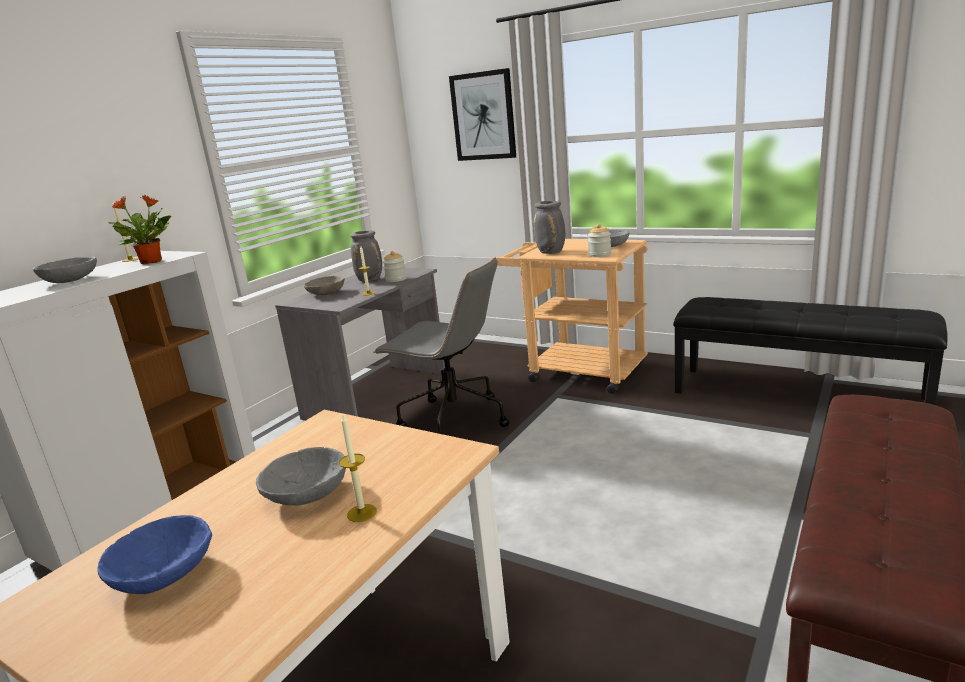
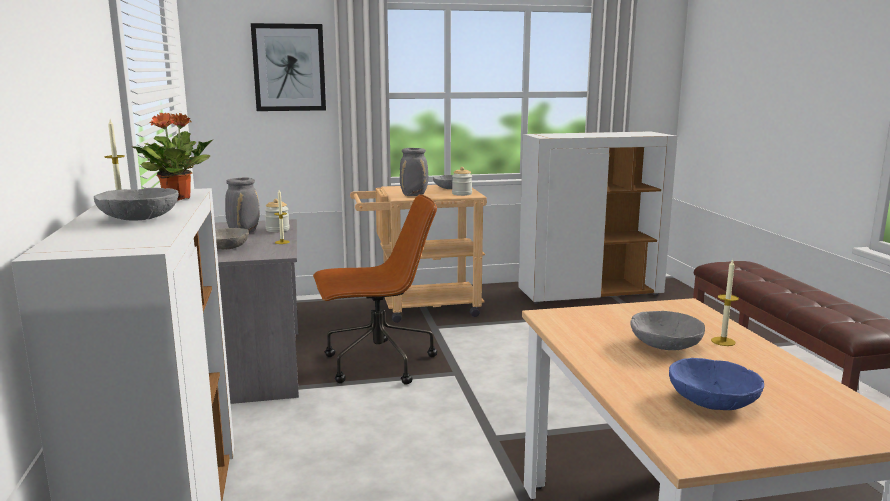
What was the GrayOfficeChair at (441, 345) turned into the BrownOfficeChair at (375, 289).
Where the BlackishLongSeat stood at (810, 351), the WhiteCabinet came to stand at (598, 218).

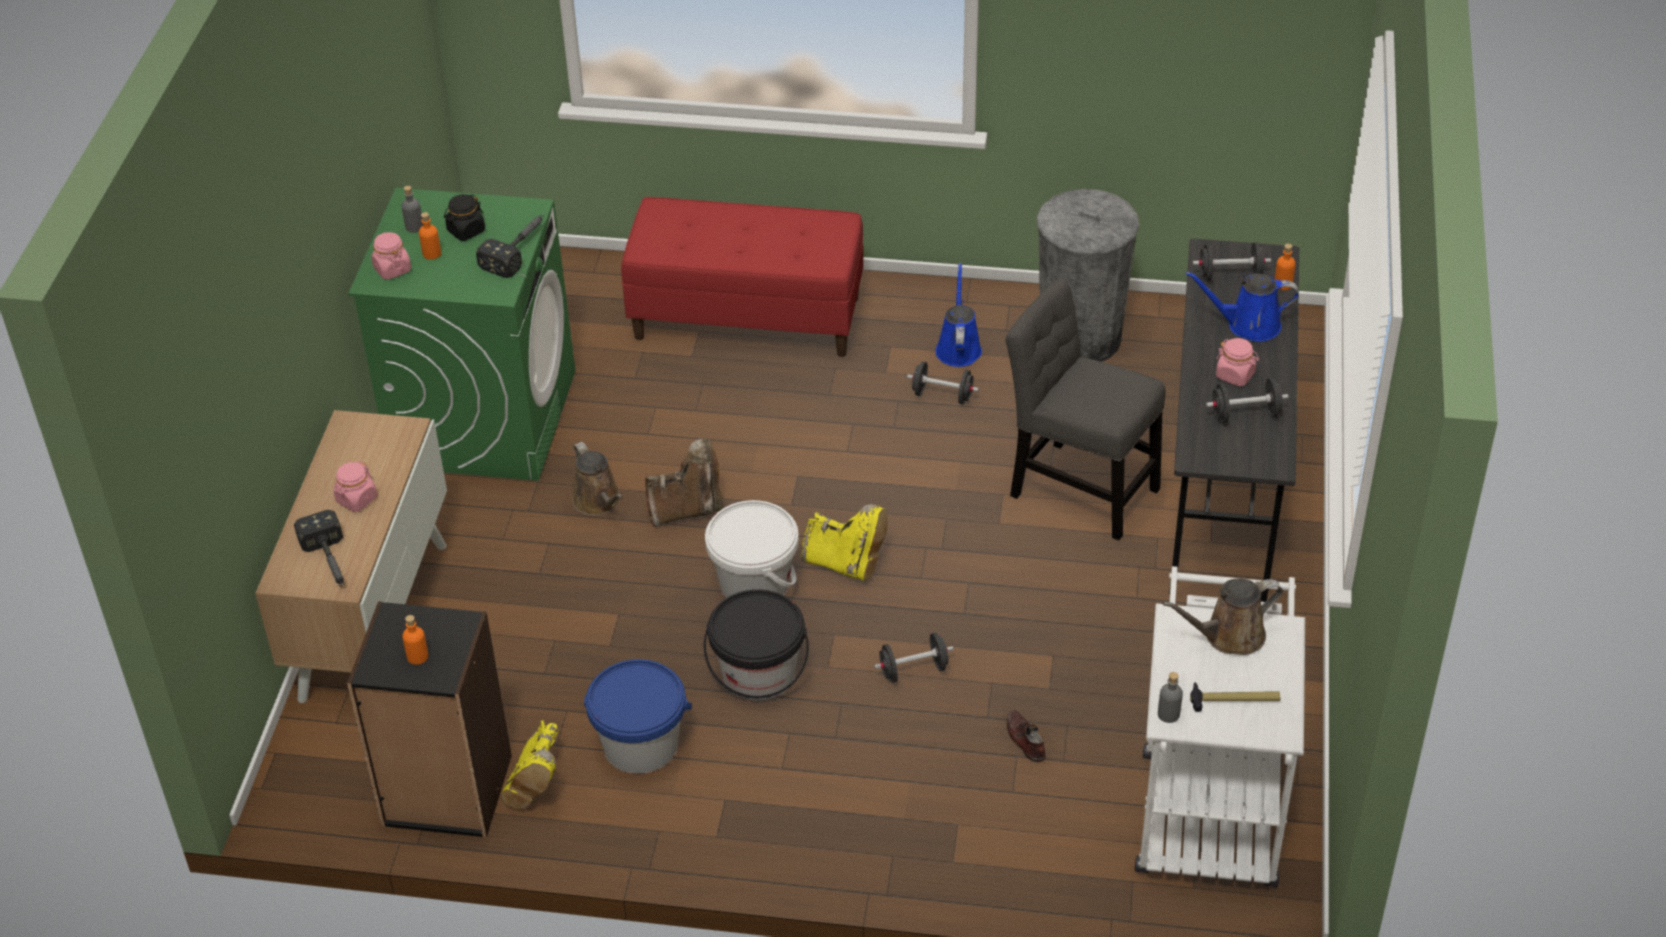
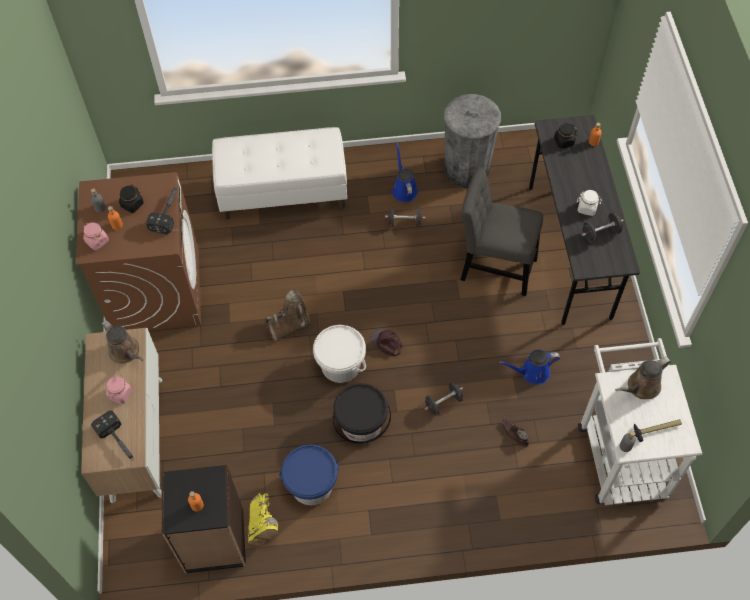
What was the GreenishWashingMachine at (461, 334) turned into the BrownWashingMachine at (138, 251).
The BrownWateringPot ended up elsewhere, having gone from (597, 479) to (122, 342).
What was the RedLongSeat at (742, 277) turned into the WhiteLongSeat at (279, 173).
Where the YellowBoot stood at (844, 542), the BrownBaseballCap came to stand at (386, 342).
The BlueWateringPot ended up elsewhere, having gone from (1242, 306) to (529, 367).
Where the BlackishDumbbell stood at (1232, 261), the BlackishJar came to stand at (565, 136).
What was the PinkJar at (1237, 362) turned into the WhiteJar at (589, 203).

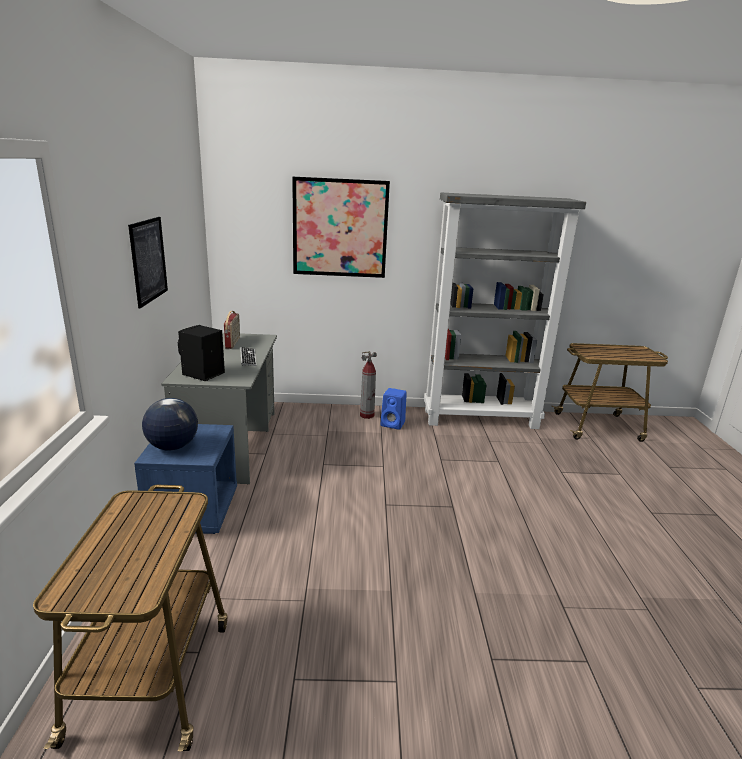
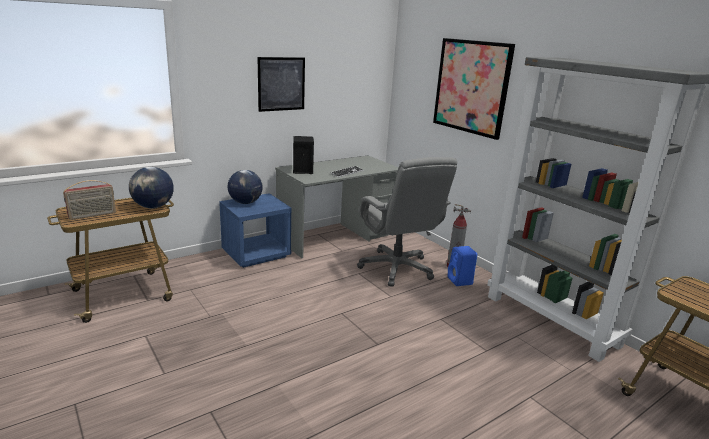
The RadioSet ended up elsewhere, having gone from (232, 330) to (89, 200).
The second view gained the WorldGlobe at (151, 187).
The second view gained the GrayOfficeChair at (407, 222).

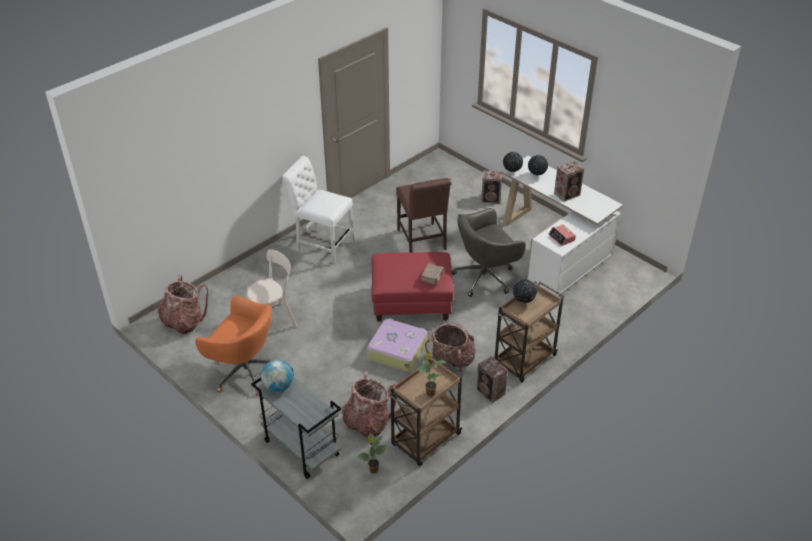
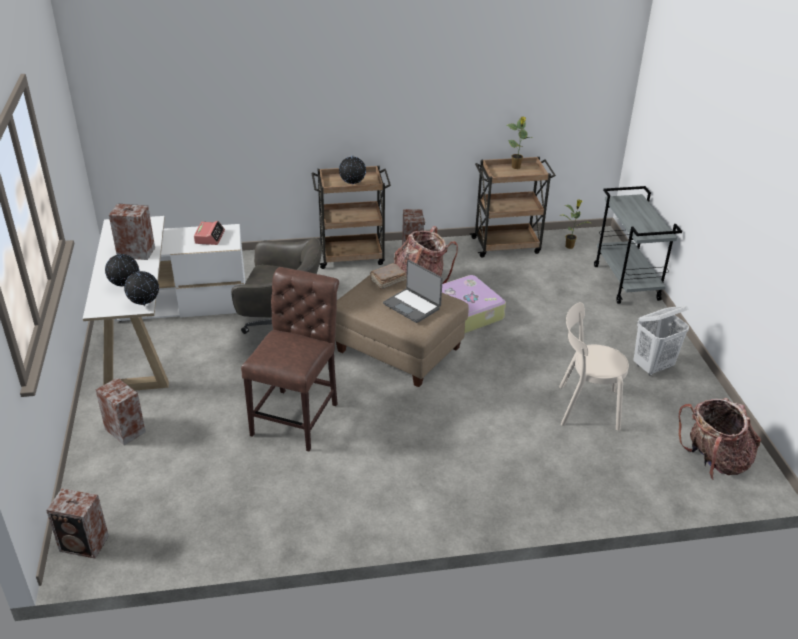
The second view gained the Speaker at (77, 523).
What was the RedOttoman at (412, 287) turned into the BeigeOttoman at (402, 331).
The second view gained the NotebookComputer at (413, 291).
Where the OrangeyOfficeChair stood at (233, 346), the WhiteLaundryBasket came to stand at (661, 341).
The second view lost the WorldGlobe at (277, 376).
The second view lost the WhiteUprightChair at (318, 210).
The second view lost the Backpack at (369, 404).

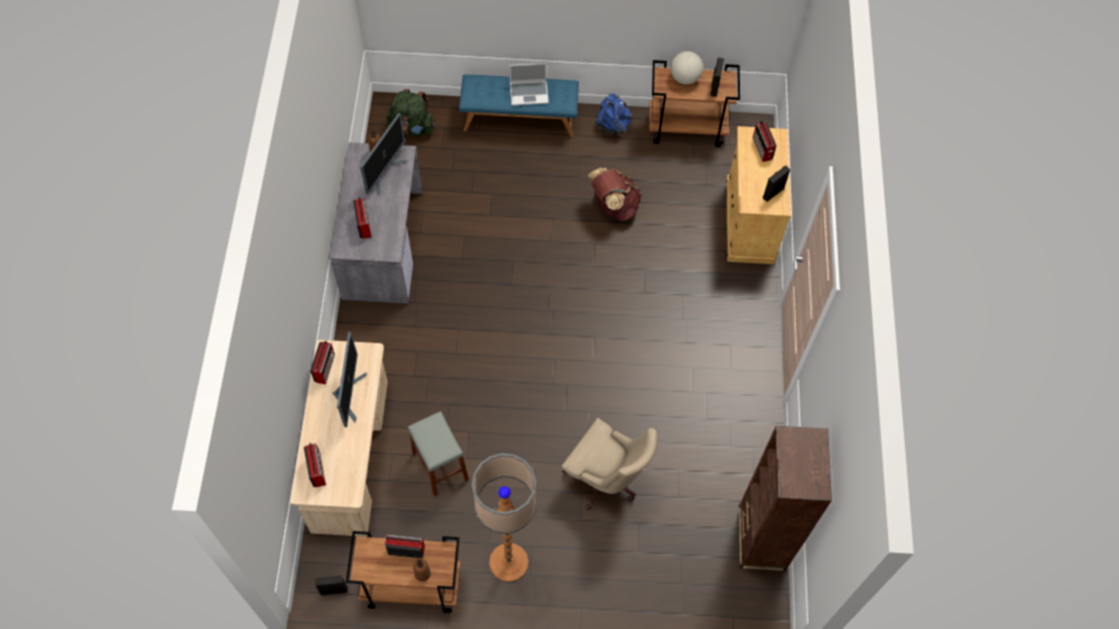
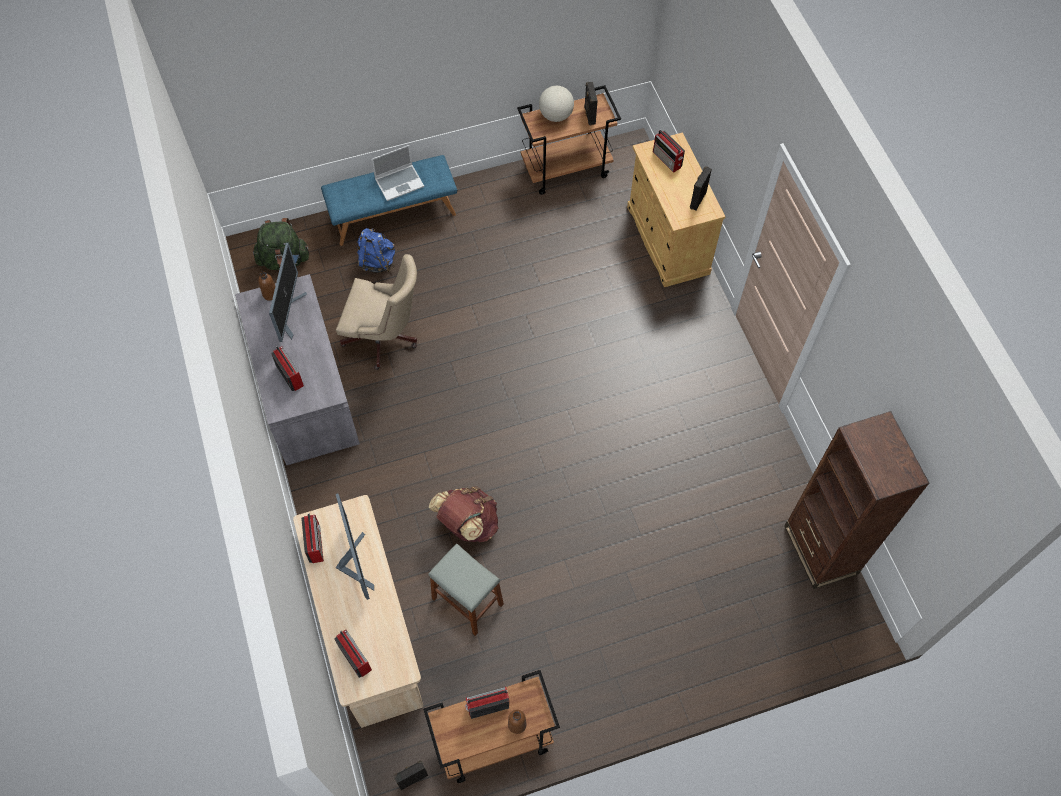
The BeigeOfficeChair ended up elsewhere, having gone from (610, 464) to (376, 312).
The BlueBackpack ended up elsewhere, having gone from (613, 115) to (376, 250).
The BrownBackpack ended up elsewhere, having gone from (615, 194) to (463, 514).
The second view lost the FloorLamp at (504, 517).

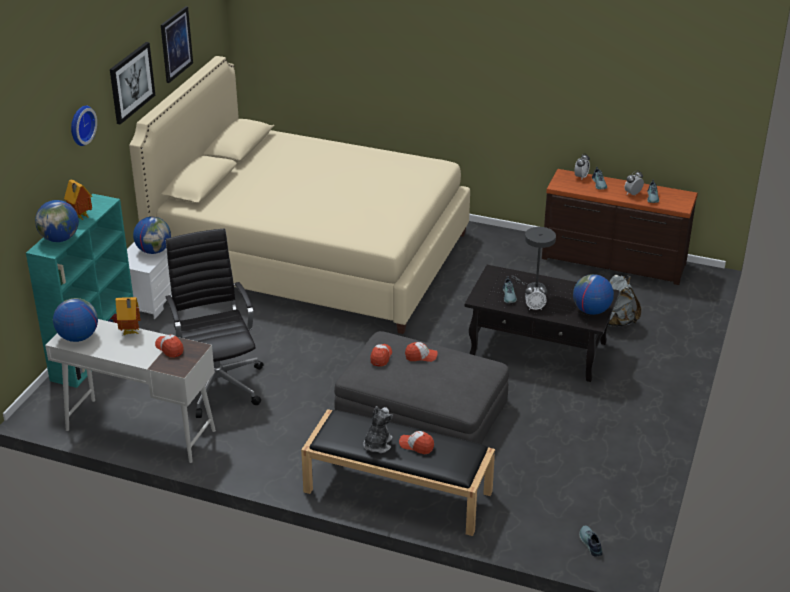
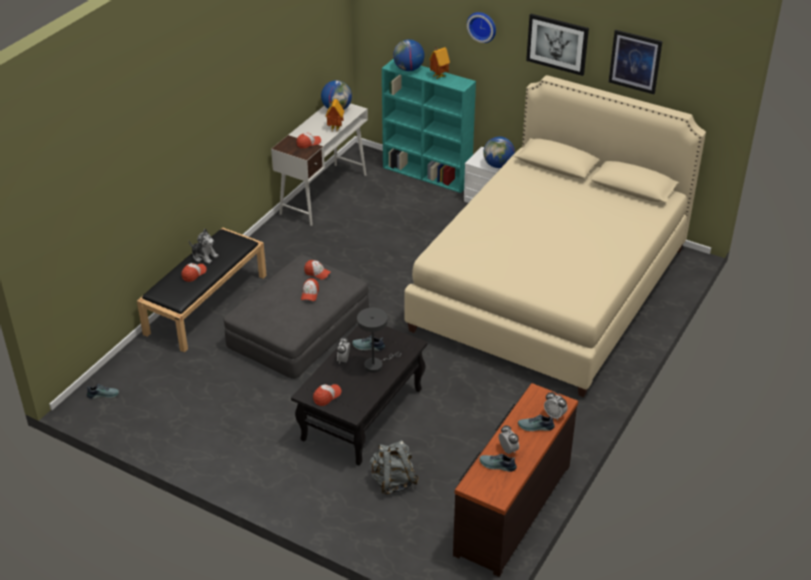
Where the WorldGlobe stood at (593, 294), the BaseballCap came to stand at (327, 395).
The second view lost the BlackishOfficeChair at (214, 323).

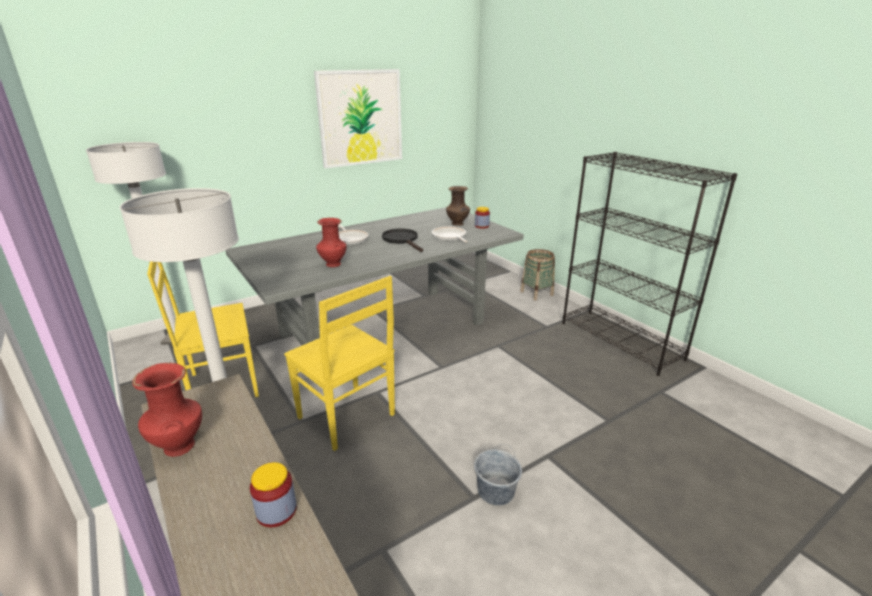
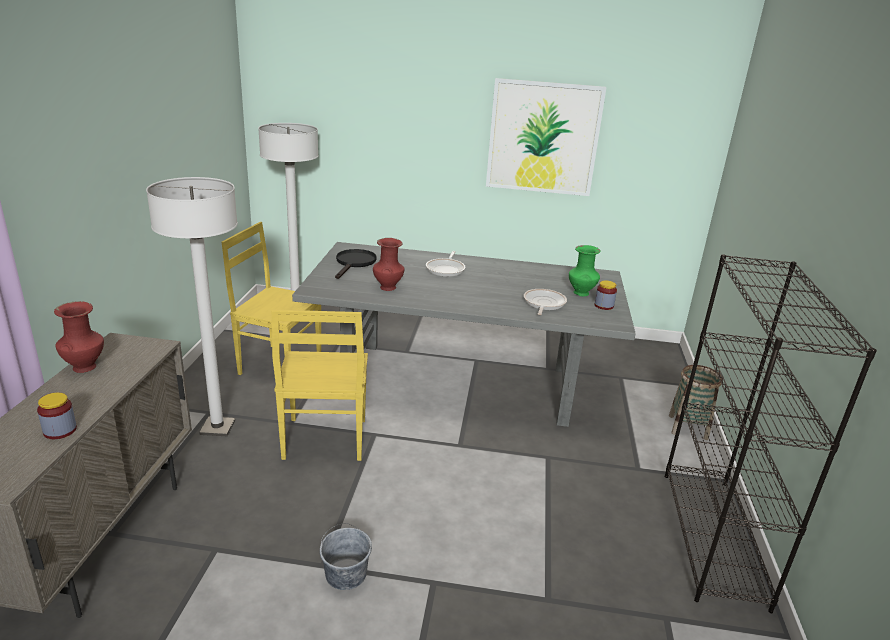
The BlackishPan ended up elsewhere, having gone from (402, 240) to (356, 264).
What was the BrownDecorativeVase at (458, 206) turned into the GreenishDecorativeVase at (585, 270).

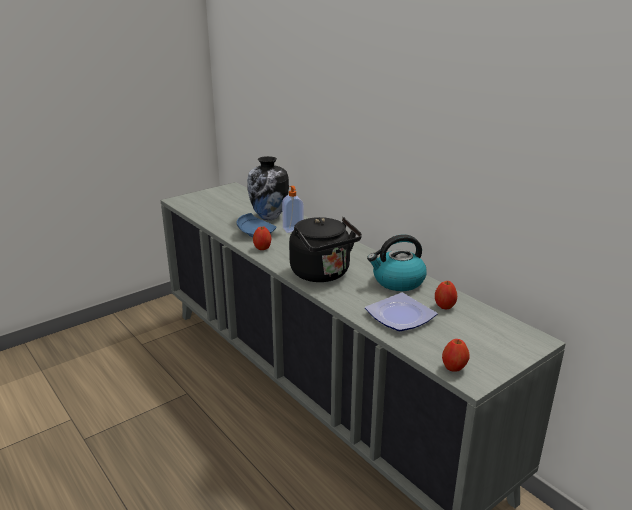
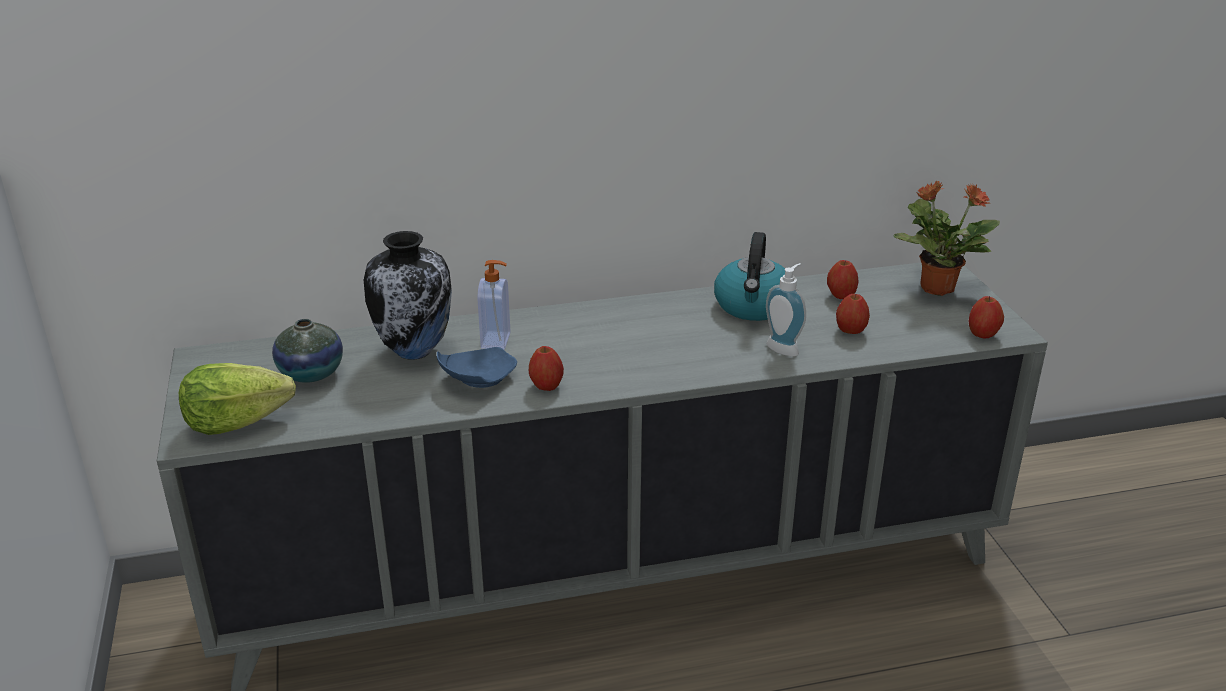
The second view gained the LettuceHead at (237, 399).
The second view gained the DecorativeVase at (307, 351).
The second view gained the SoapDispenser at (786, 310).
Where the Plate stood at (401, 312), the AppleFruit came to stand at (853, 314).
The second view gained the PlantInAPot at (947, 238).
The second view lost the BlackishKettle at (325, 249).

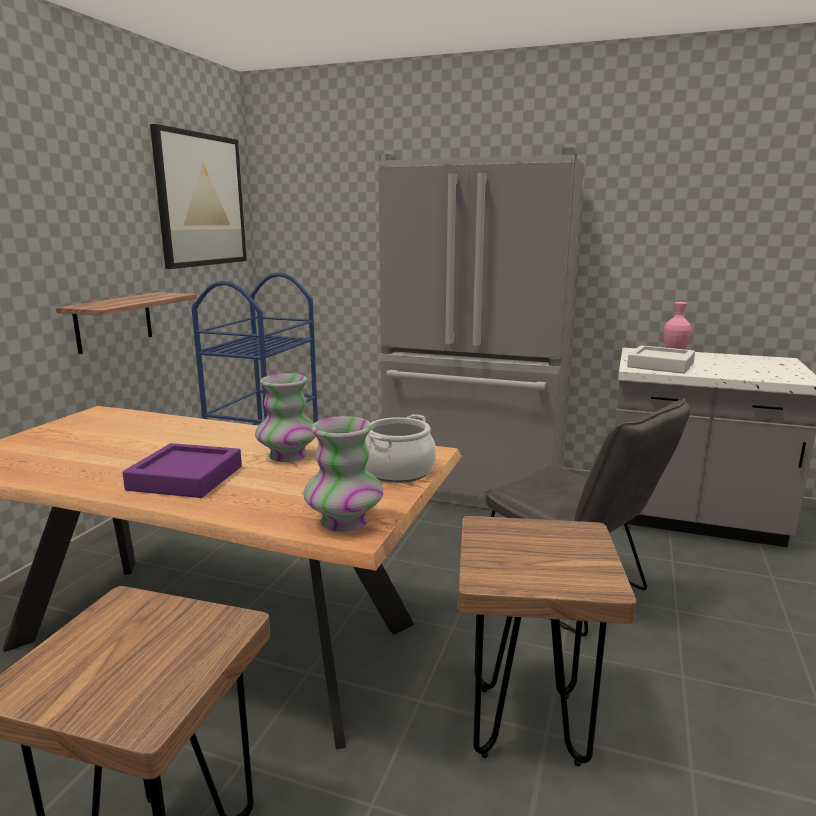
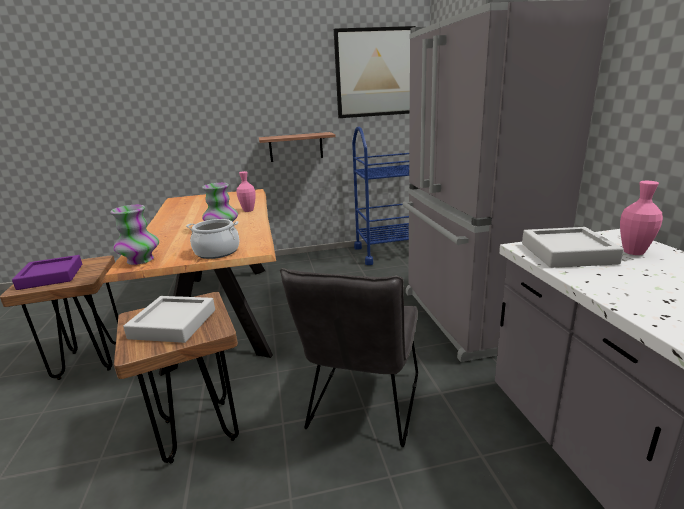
The PurplishTray ended up elsewhere, having gone from (182, 470) to (47, 272).
The second view gained the GrayTray at (169, 319).
The second view gained the PinkDecorativeVase at (246, 191).

